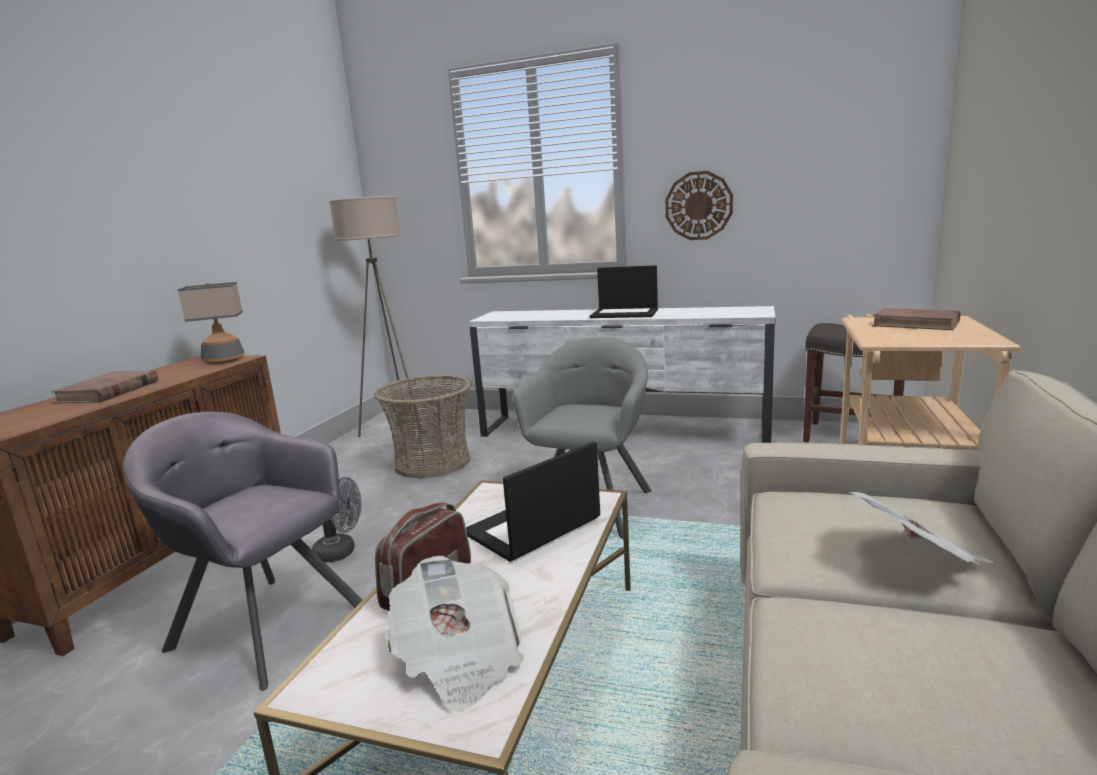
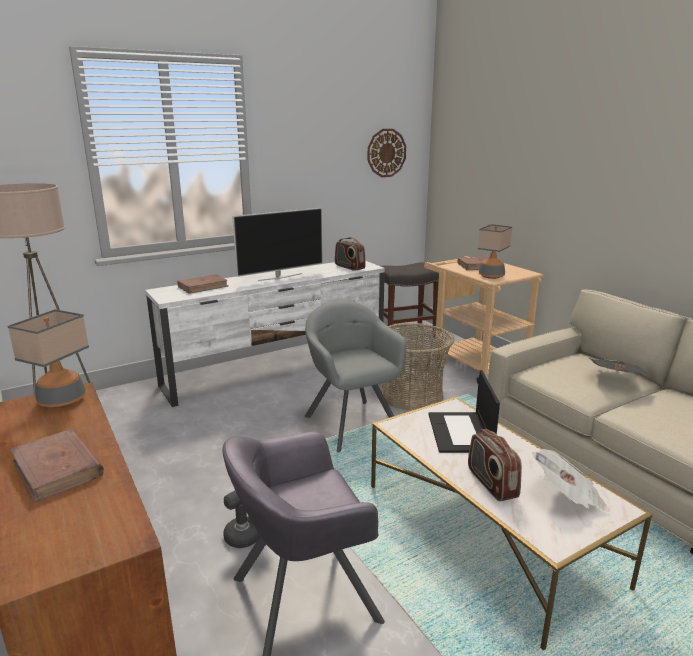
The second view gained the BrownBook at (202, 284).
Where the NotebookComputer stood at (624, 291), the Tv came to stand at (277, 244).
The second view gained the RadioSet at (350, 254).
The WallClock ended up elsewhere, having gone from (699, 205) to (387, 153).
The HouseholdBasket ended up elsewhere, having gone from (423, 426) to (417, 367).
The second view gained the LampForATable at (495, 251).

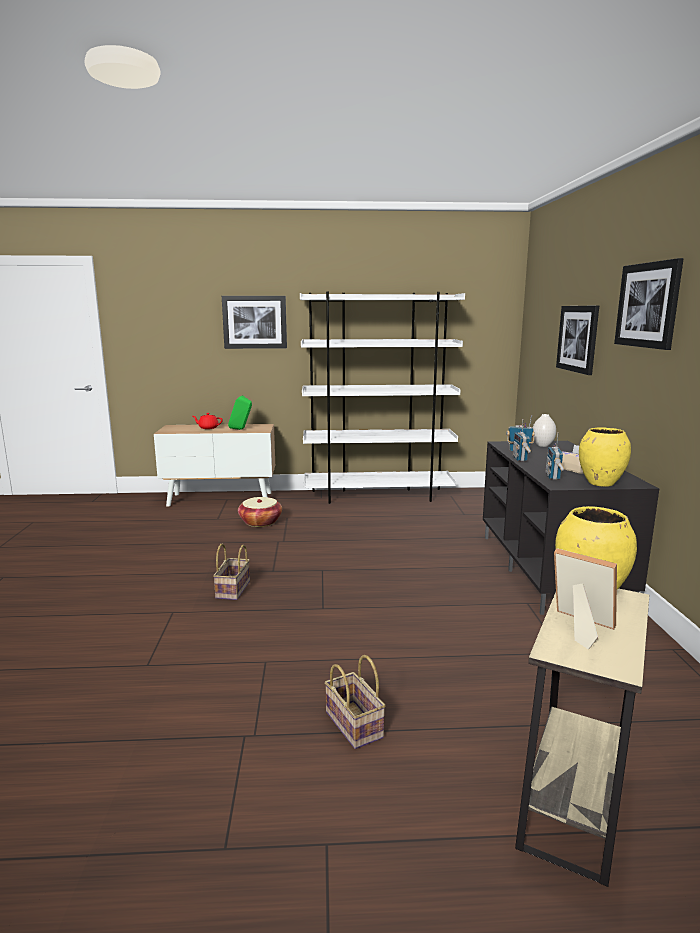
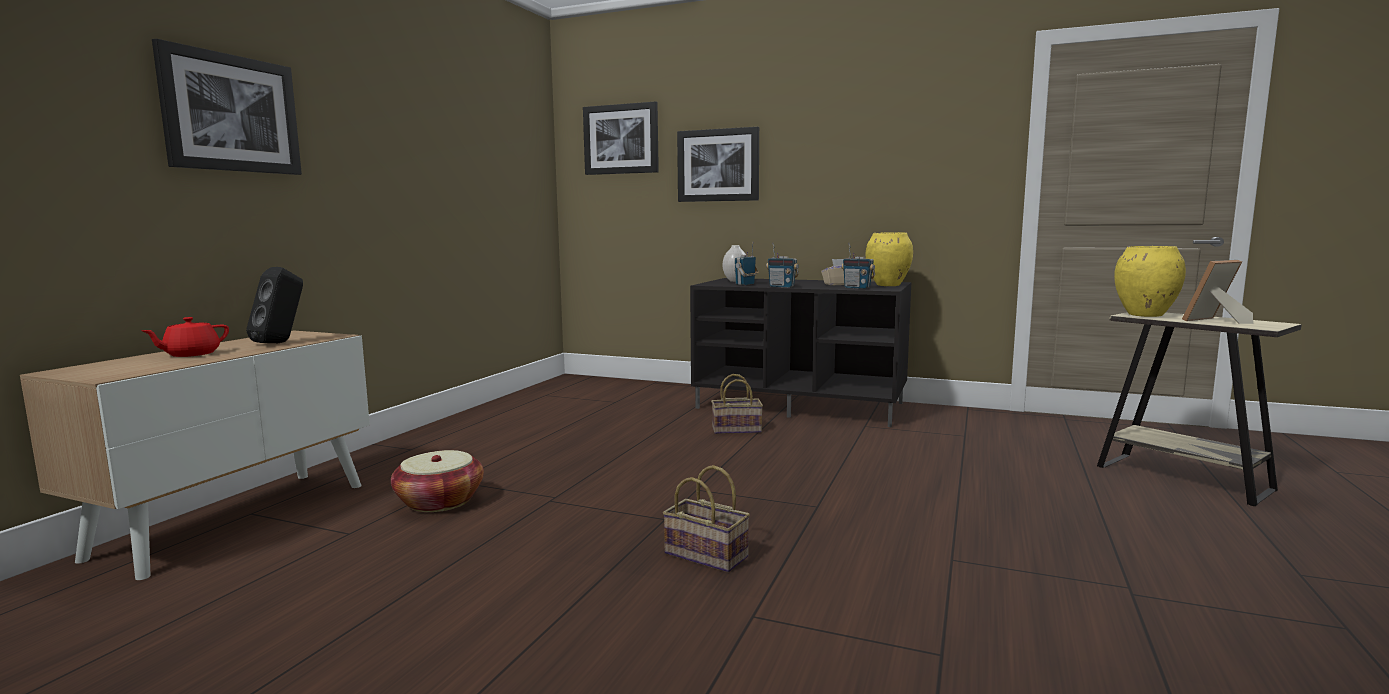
What was the GreenishSpeaker at (240, 412) turned into the BlackishSpeaker at (274, 305).
The WallPicture ended up elsewhere, having gone from (649, 304) to (621, 138).
The HouseholdBasket ended up elsewhere, having gone from (355, 702) to (737, 404).
The second view lost the WhiteBookcase at (382, 397).

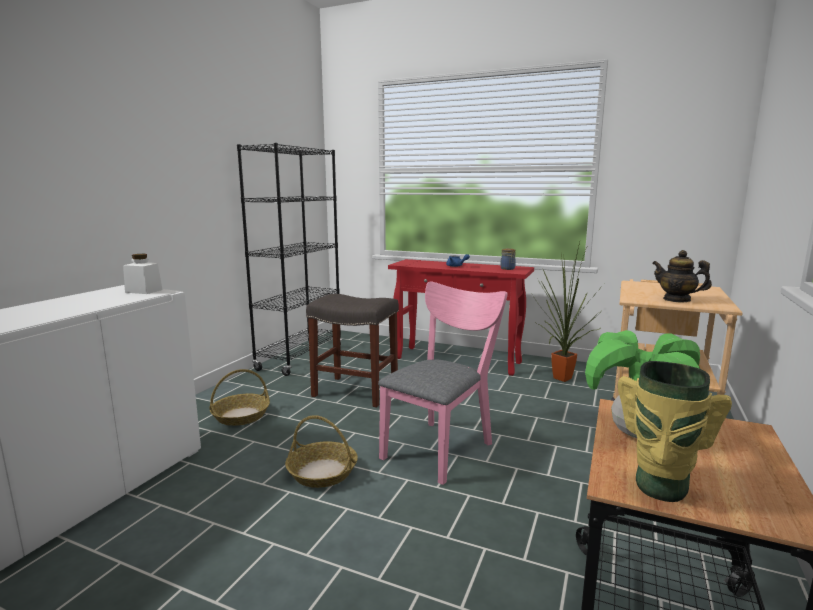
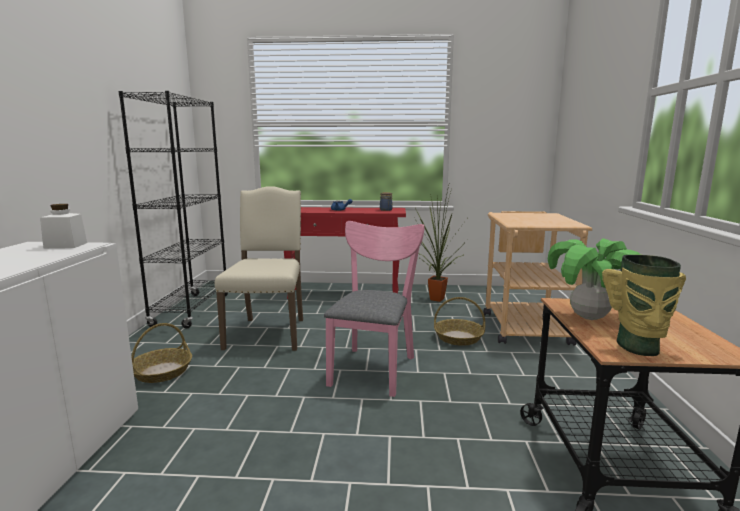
Where the GraySittingStool stood at (352, 351), the BeigeUprightChair came to stand at (258, 268).
The HouseholdBasket ended up elsewhere, having gone from (321, 451) to (459, 321).
The second view lost the TeaPot at (682, 276).

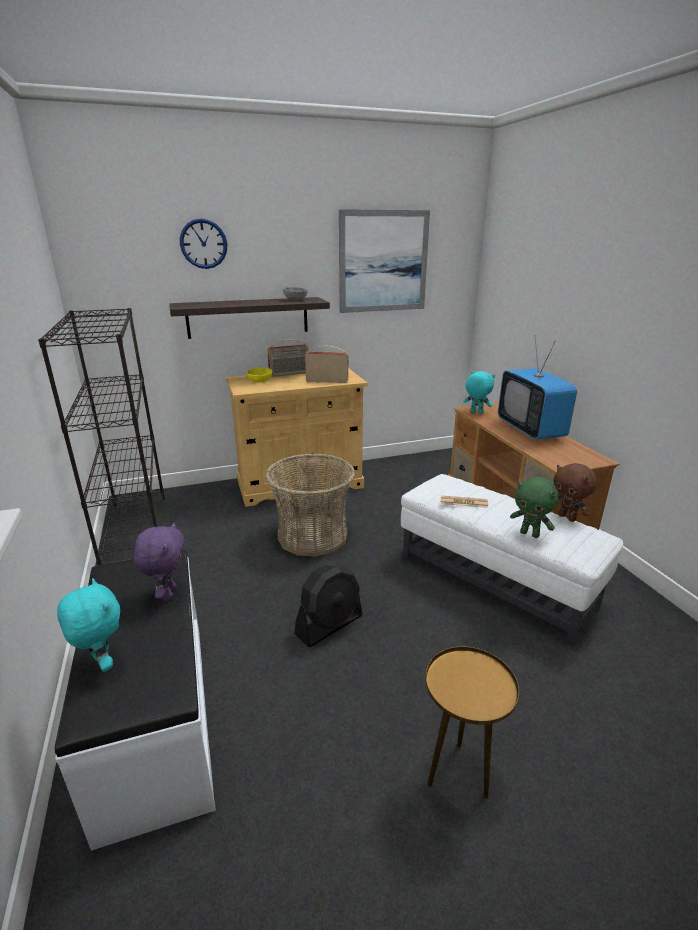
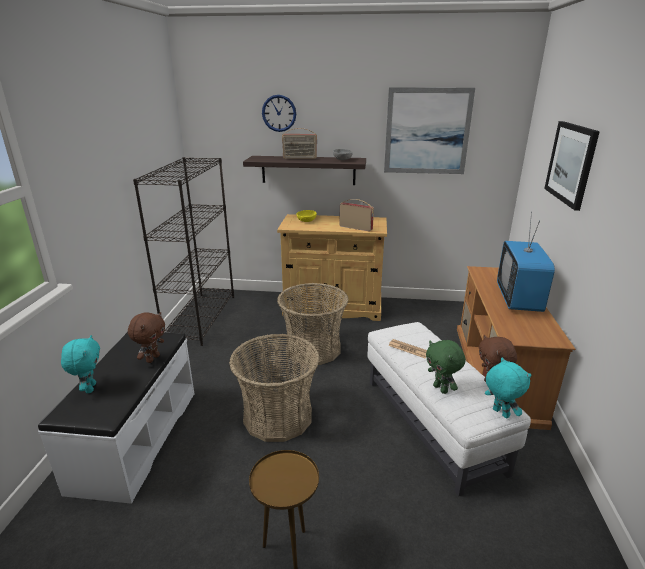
What was the PurplishCuddlyToy at (159, 561) turned into the BrownCuddlyToy at (146, 337).
Where the BlackishFan stood at (328, 606), the HouseholdBasket came to stand at (274, 388).
The RadioSet ended up elsewhere, having gone from (287, 358) to (299, 143).
The TurquoiseCuddlyToy ended up elsewhere, having gone from (479, 392) to (508, 388).
The second view gained the WallPicture at (572, 166).

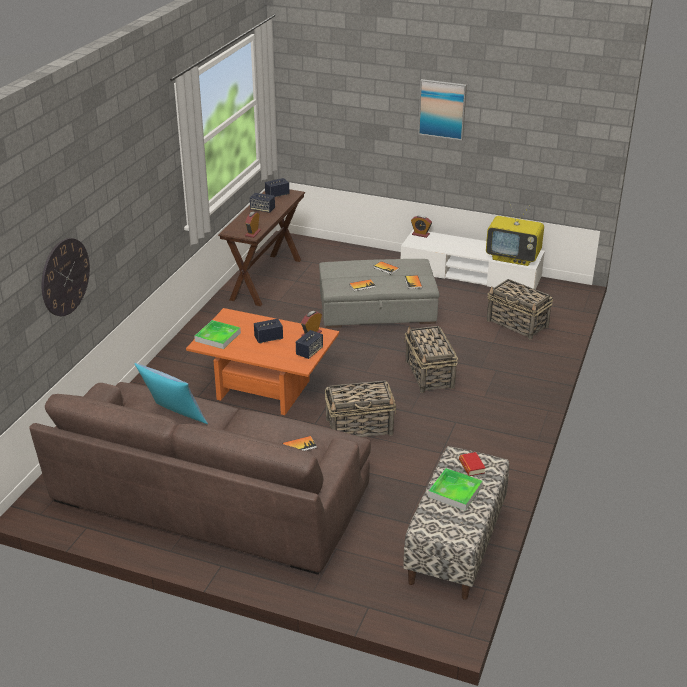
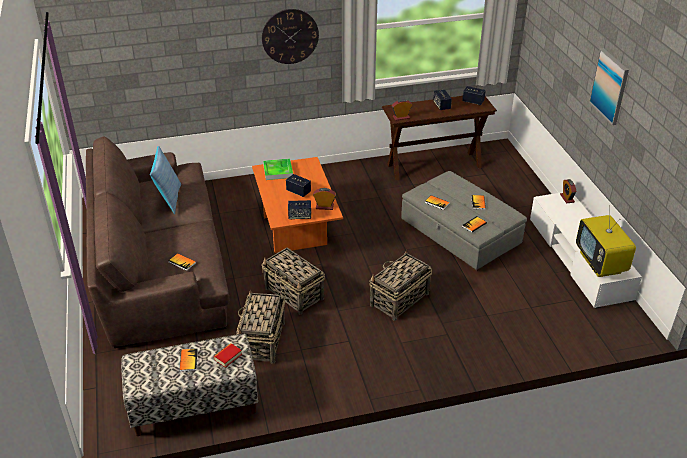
Where the Tray stood at (455, 489), the Book came to stand at (188, 360).
The HouseholdBasket ended up elsewhere, having gone from (520, 309) to (260, 327).
The WallClock ended up elsewhere, having gone from (66, 277) to (290, 36).

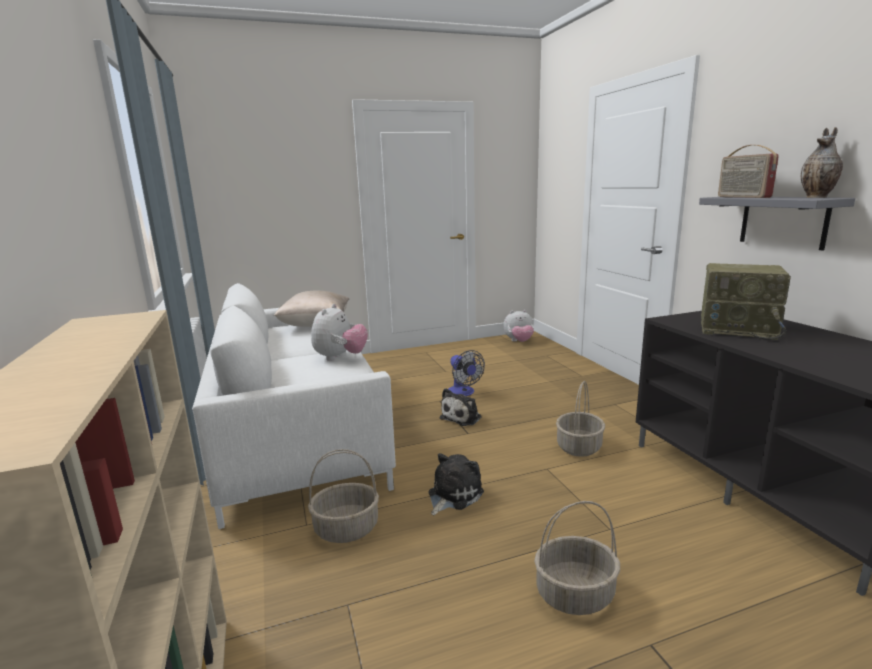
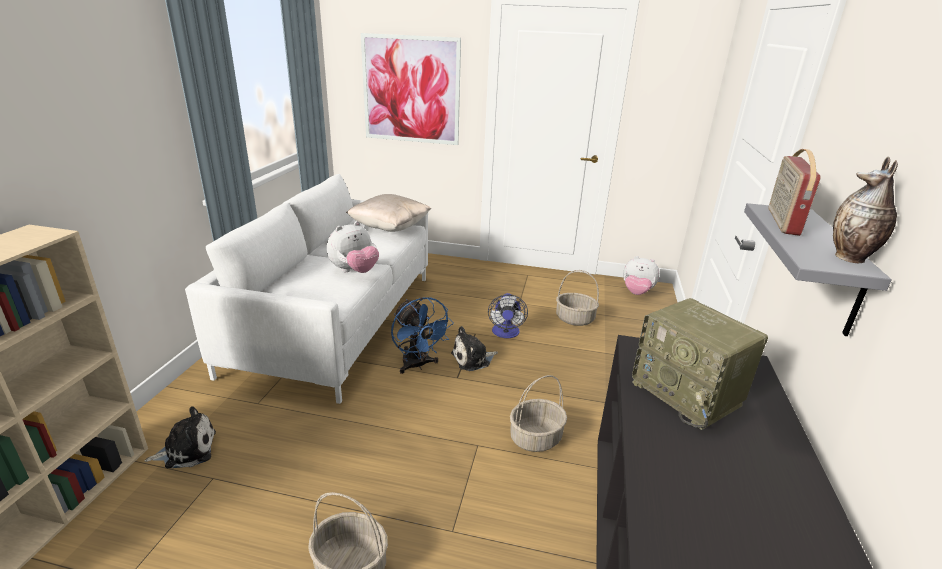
The CuddlyToy ended up elsewhere, having gone from (456, 484) to (180, 437).
The second view gained the WallPicture at (411, 89).
The second view gained the BlueFan at (422, 335).
The HouseholdBasket ended up elsewhere, having gone from (343, 496) to (577, 298).

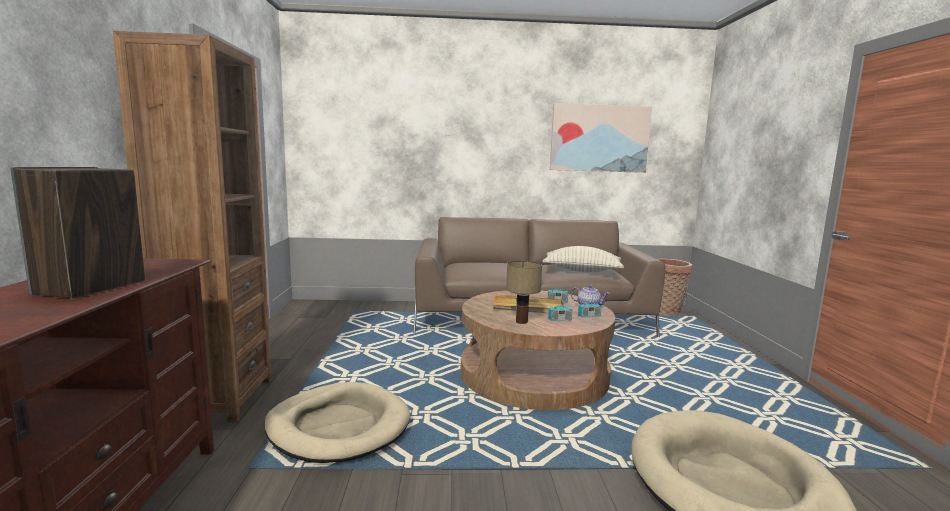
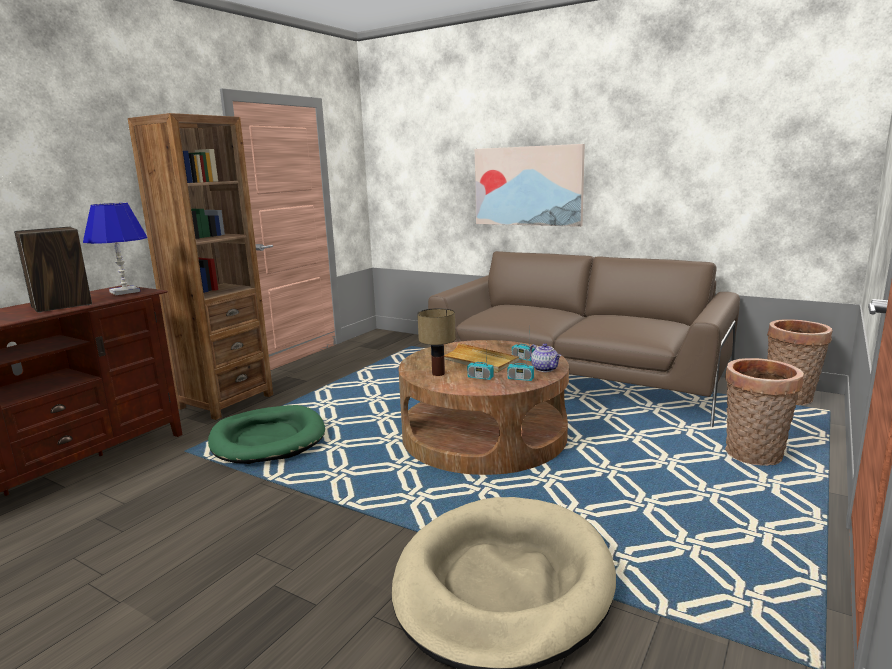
The second view gained the BlueLampForATable at (115, 249).
What was the BeigeDogBed at (337, 422) turned into the GreenishDogBed at (266, 434).
The WallPicture ended up elsewhere, having gone from (601, 138) to (530, 185).
The second view gained the HouseholdBasket at (764, 412).
The second view lost the Cushion at (583, 259).

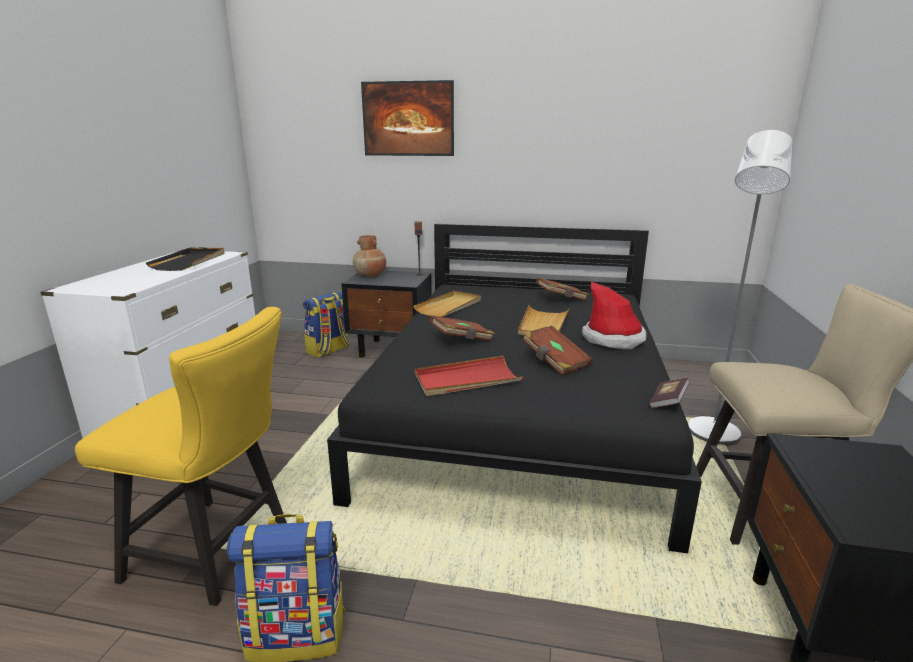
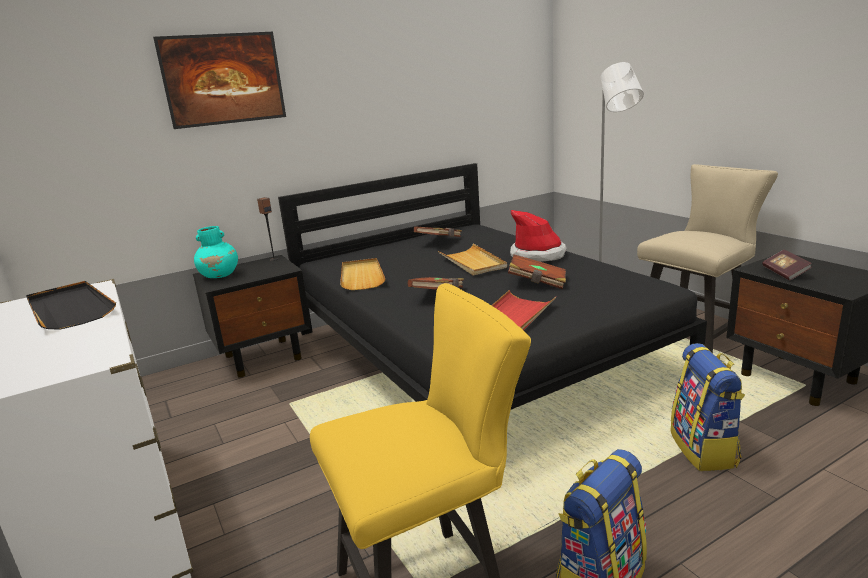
What was the BrownDecorativeVase at (369, 256) turned into the TurquoiseDecorativeVase at (216, 252).
The Backpack ended up elsewhere, having gone from (326, 324) to (707, 407).
The Book ended up elsewhere, having gone from (669, 392) to (787, 265).

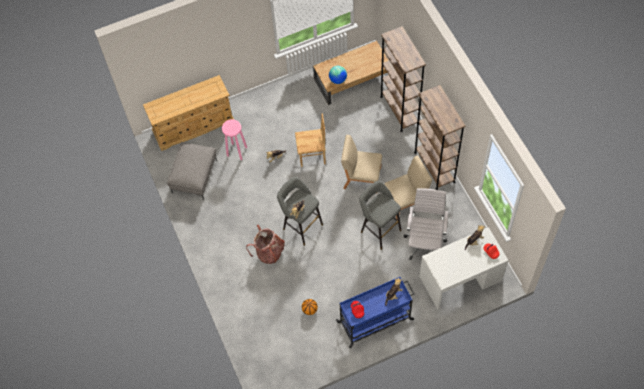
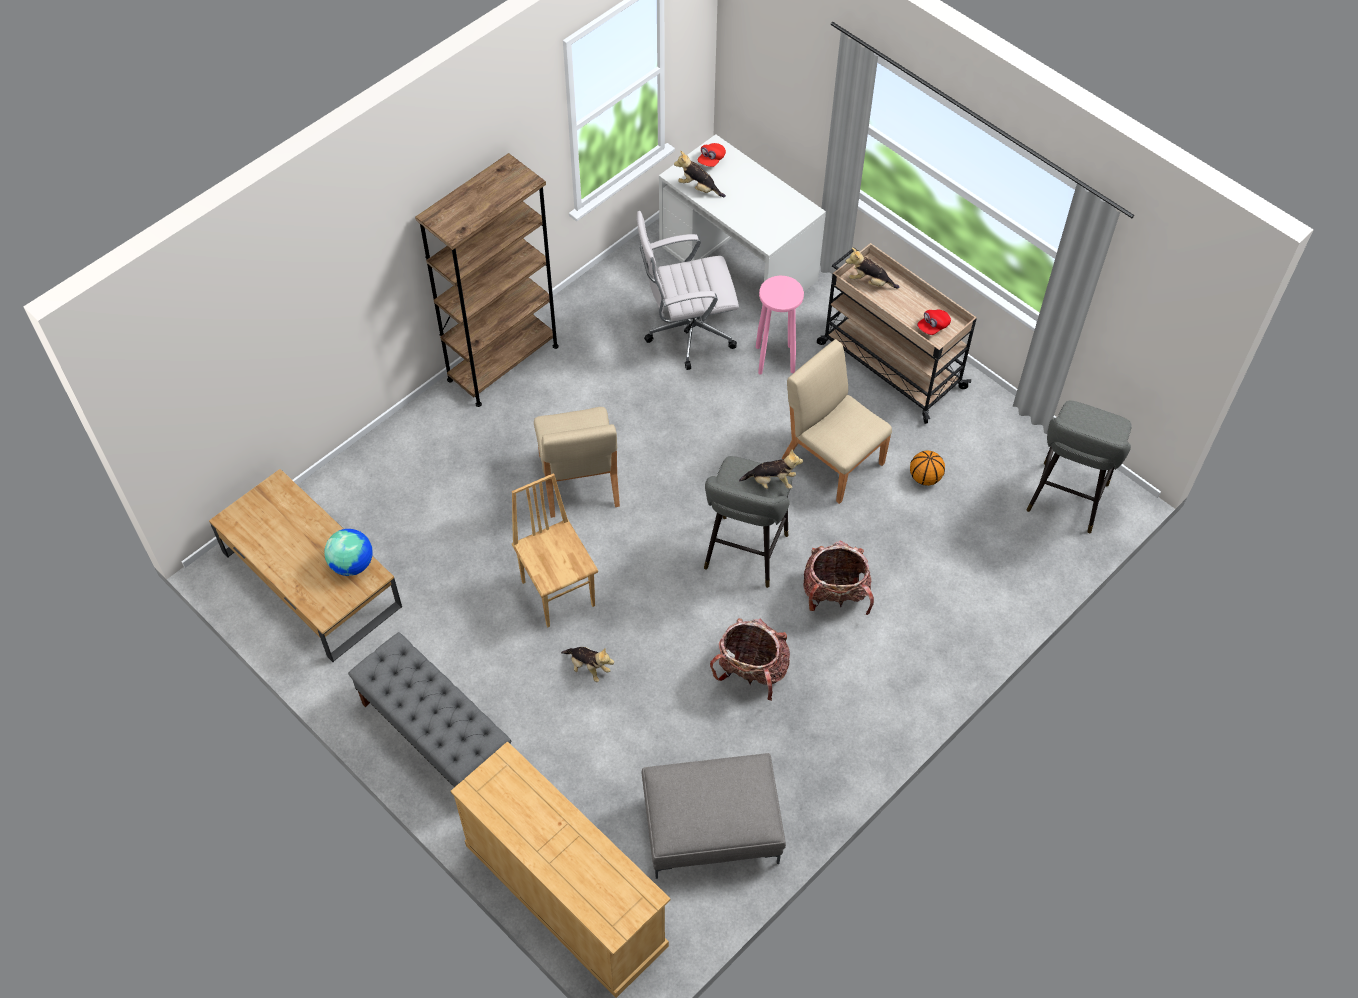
The second view gained the GrayLongSeat at (429, 709).
The second view gained the Backpack at (750, 659).
The PinkSittingStool ended up elsewhere, having gone from (234, 139) to (780, 325).
The BeigeUprightChair ended up elsewhere, having gone from (408, 187) to (837, 421).
What was the BlueTrolley at (375, 313) turned into the BeigeTrolley at (897, 333).
The GraySittingStool ended up elsewhere, having gone from (380, 215) to (1079, 466).
The second view lost the BrownBookcase at (403, 79).

